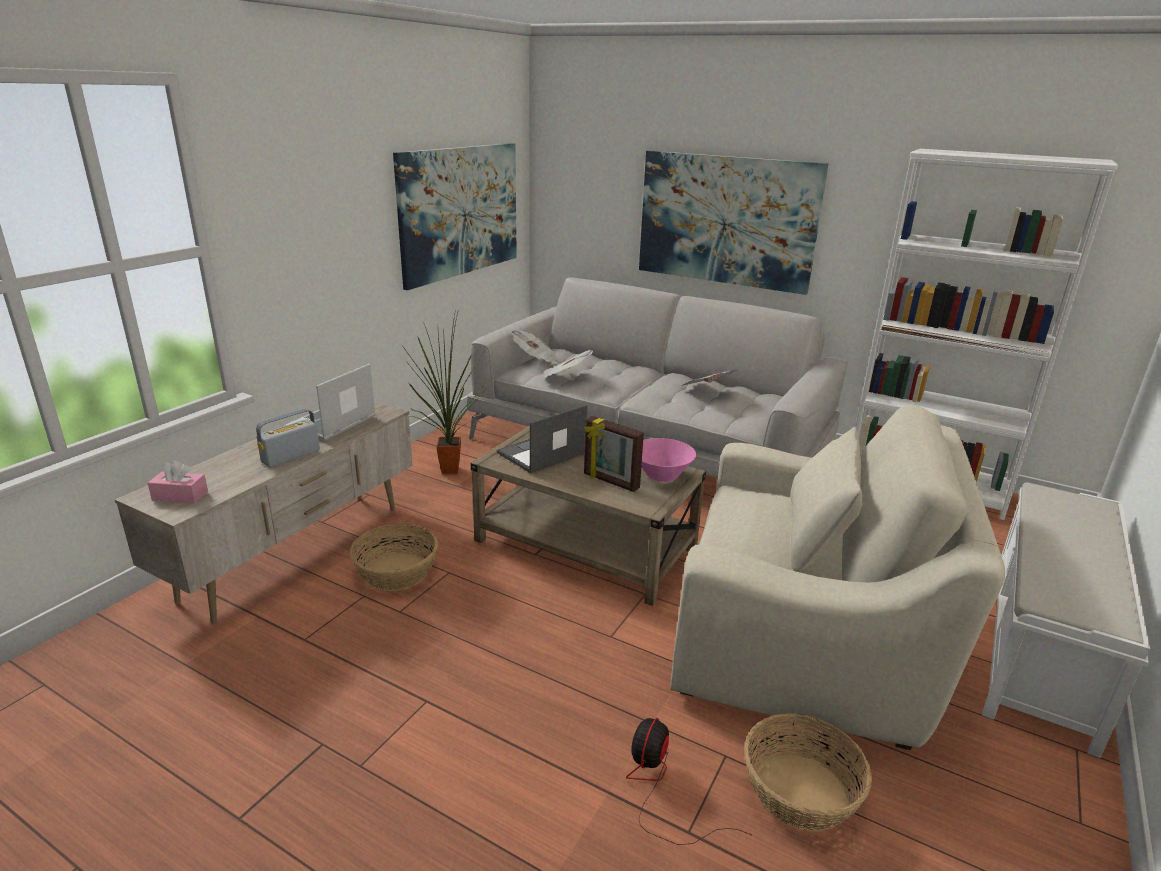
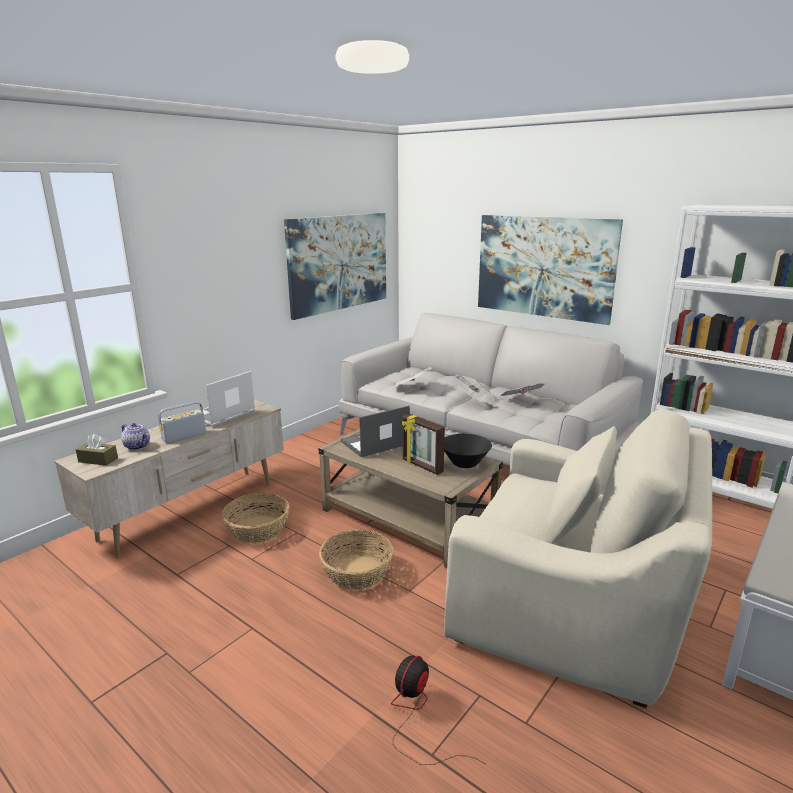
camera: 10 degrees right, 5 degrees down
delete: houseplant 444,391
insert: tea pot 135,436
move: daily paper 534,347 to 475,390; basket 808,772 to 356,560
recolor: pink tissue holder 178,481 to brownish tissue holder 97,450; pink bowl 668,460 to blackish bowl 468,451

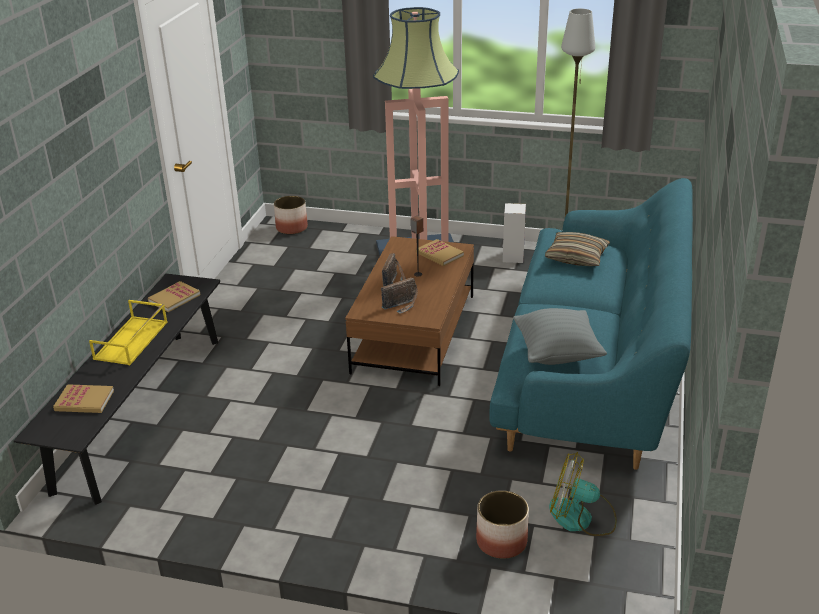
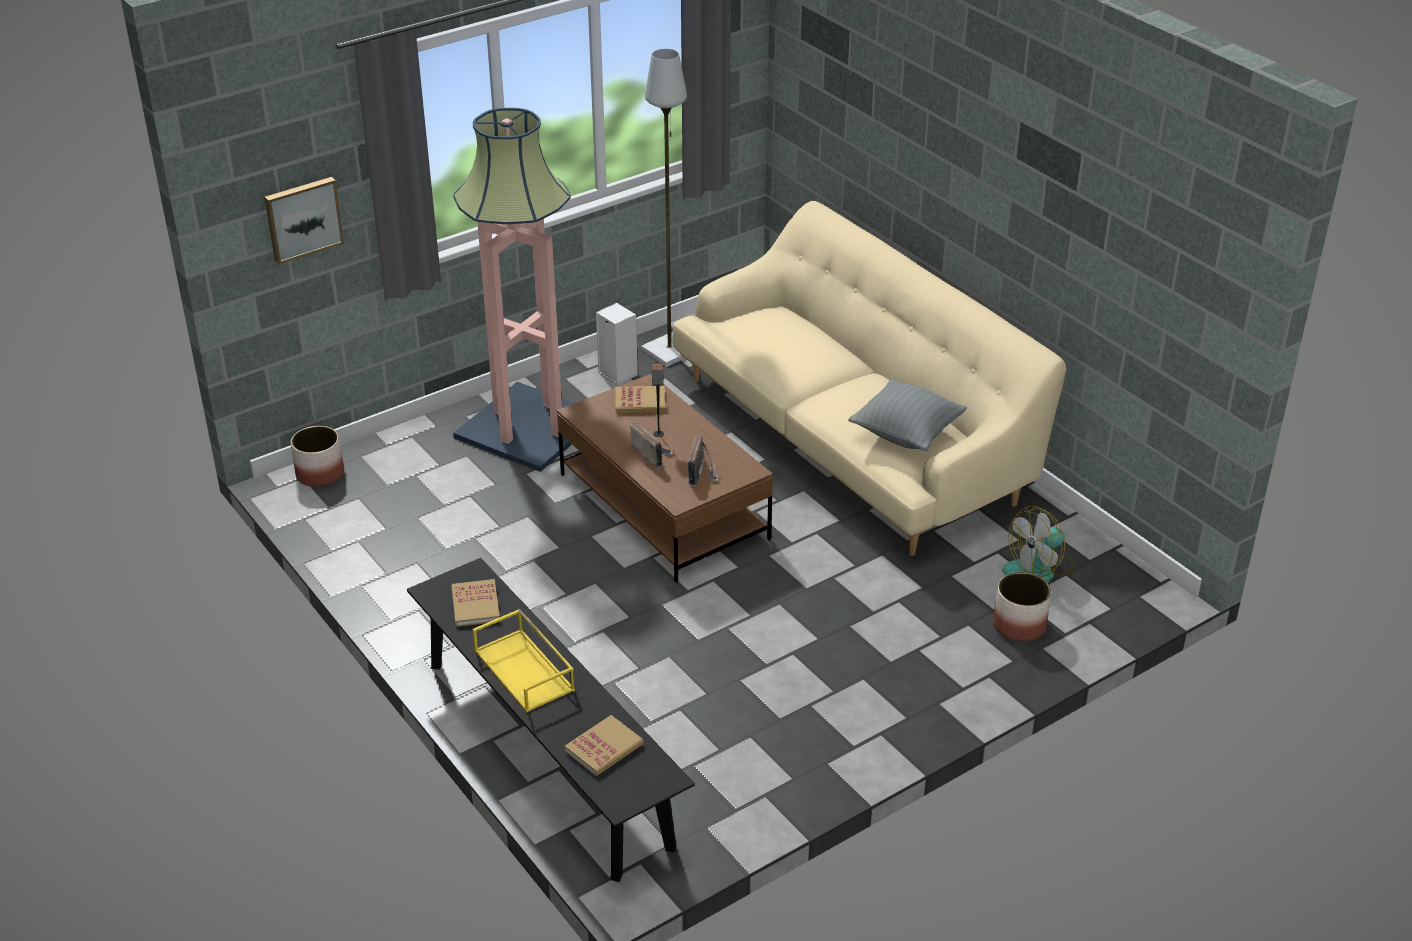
camera: 50 degrees left, 5 degrees up
delete: pillow 577,249
insert: wall art 304,220
recolor: blue-green settee 591,324 to beige-coloured settee 869,378

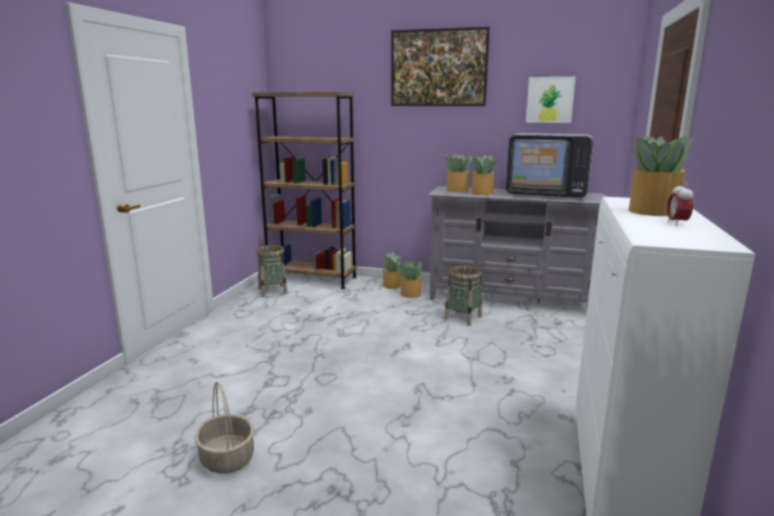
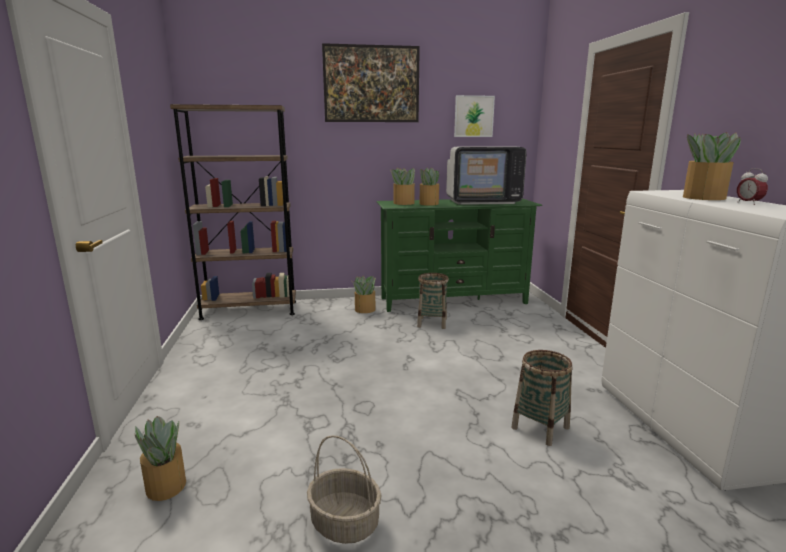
camera: 25 degrees left, 0 degrees up
move: basket 271,271 to 542,398; houseplant 392,270 to 160,458
recolor: greyish tv stand 516,245 to greenish tv stand 459,255

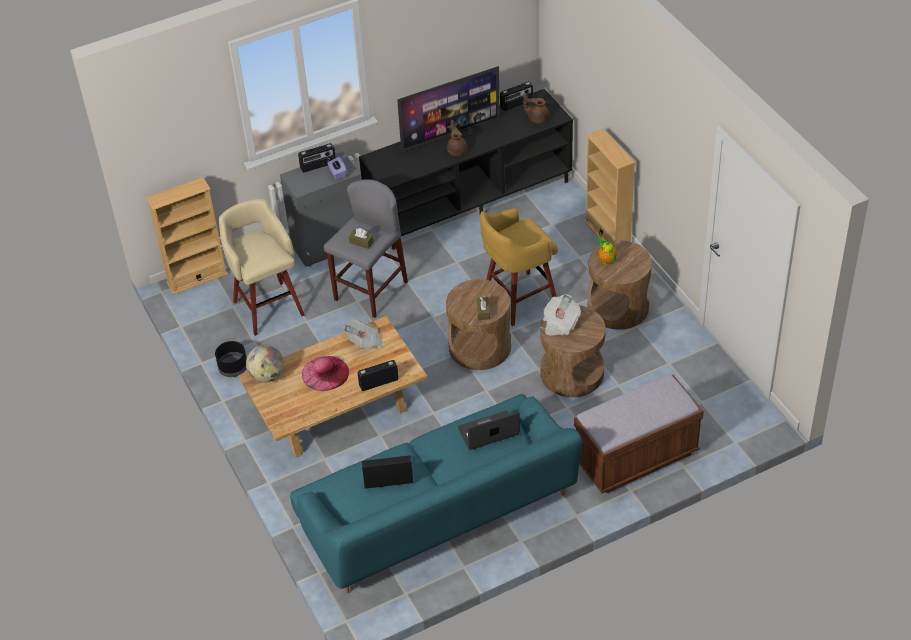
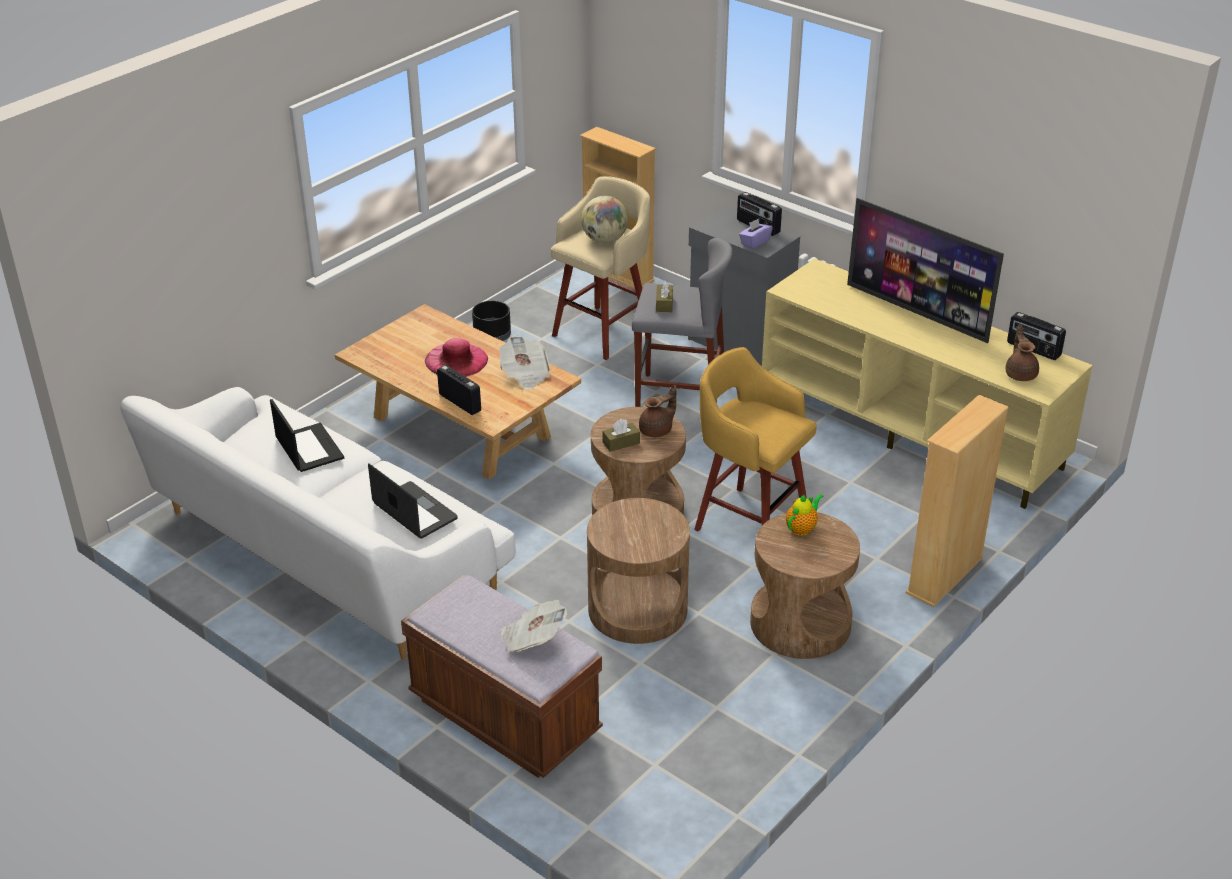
camera: 65 degrees right, 10 degrees down
move: world globe 265,364 to 604,219; brownish tea pot 457,138 to 657,411; daily paper 562,314 to 534,626
recolor: blue-green settee 436,494 to whitish settee 318,523; blackish tv stand 466,169 to beige-coloured tv stand 927,383

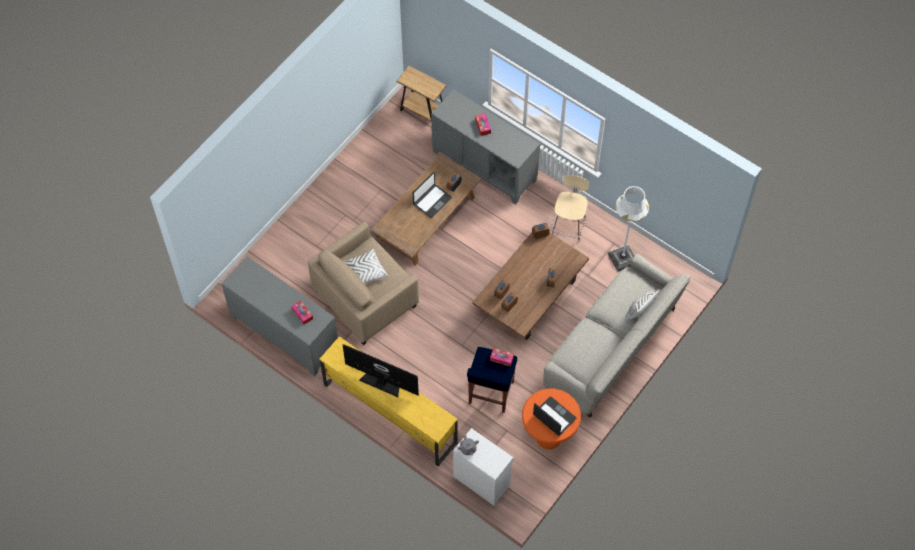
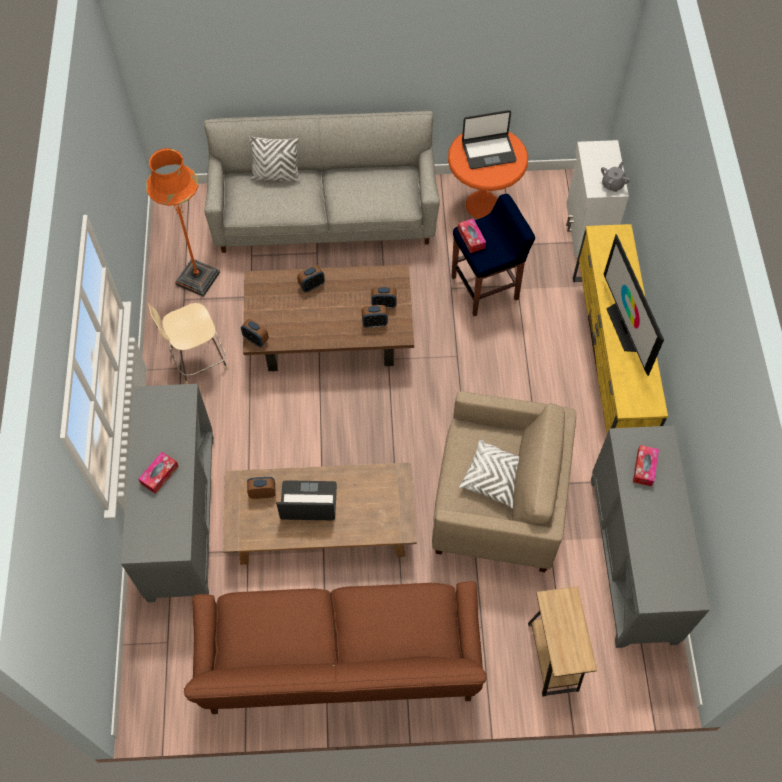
camera: 130 degrees left, 0 degrees up
insert: brownish settee 335,647
move: brownish end table 421,93 to 562,641
recolor: whitish standard lamp 628,228 to orange-coloured standard lamp 183,222
rotate: portable computer 554,416 = 489,139 105 degrees counterclockwise

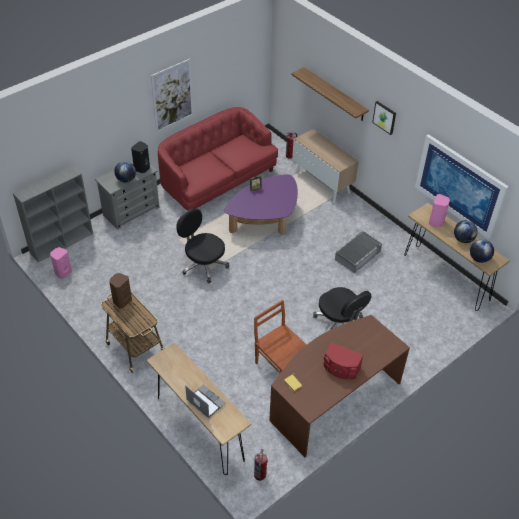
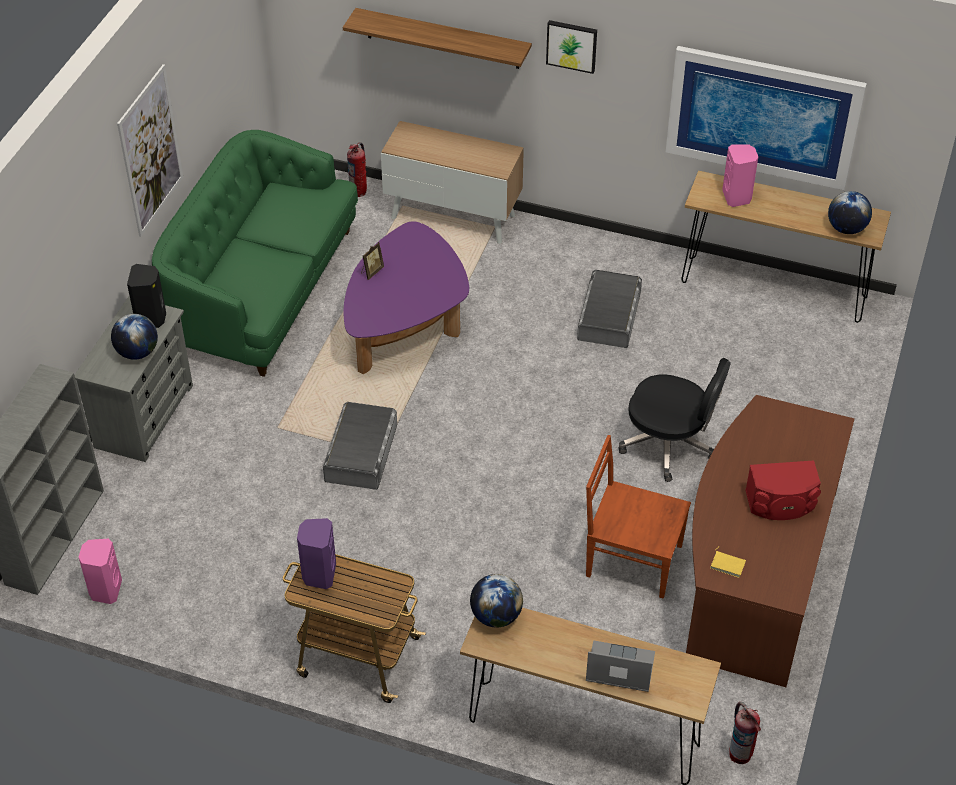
camera: 30 degrees left, 0 degrees up
move: world globe 466,231 to 496,600
replace: blackish computer chair 202,245 to greyish storage container 360,446
recolor: brownish loudspeaker 120,290 to purplish loudspeaker 316,553; red-coloured settee 218,159 to greenish settee 255,253

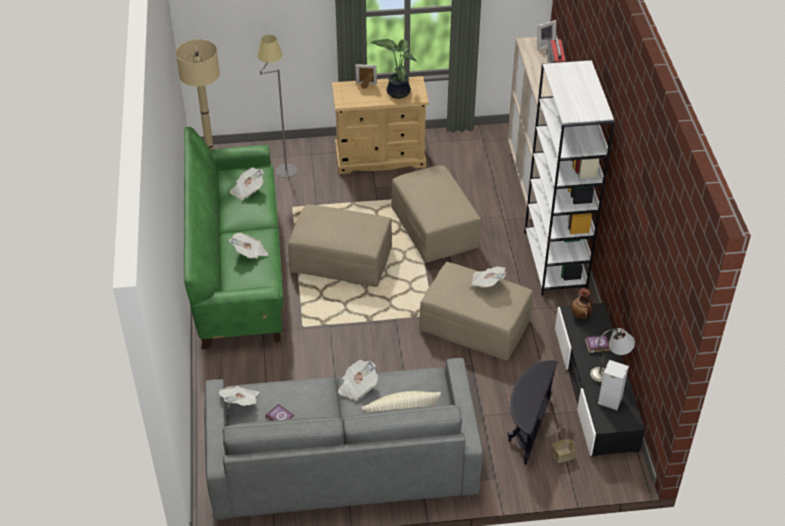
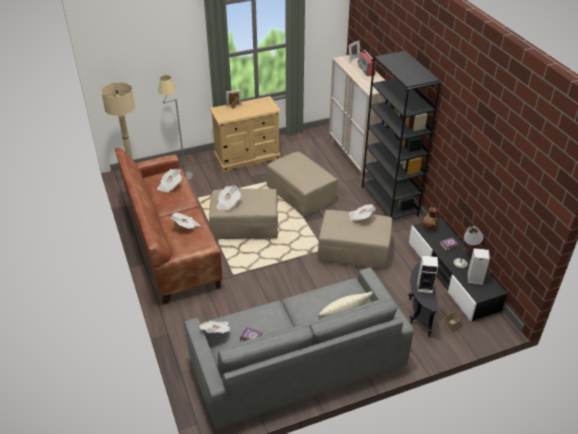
camera: 15 degrees left, 5 degrees down
delete: houseplant 394,69
insert: loudspeaker 427,274
move: daily paper 358,380 to 228,197
recolor: greenish settee 234,238 to brownish settee 168,225; whitish shelving unit 569,178 to blackish shelving unit 401,135

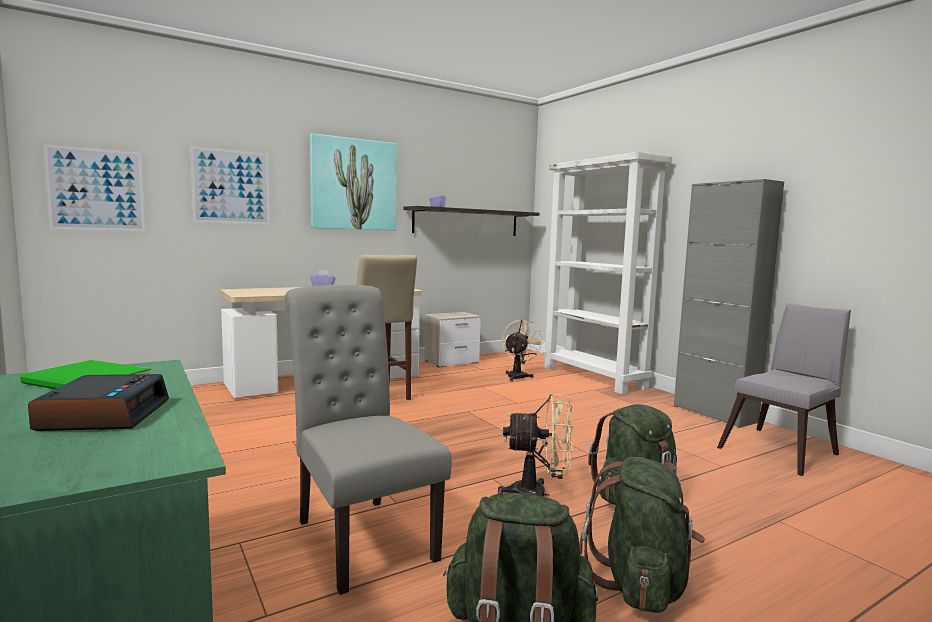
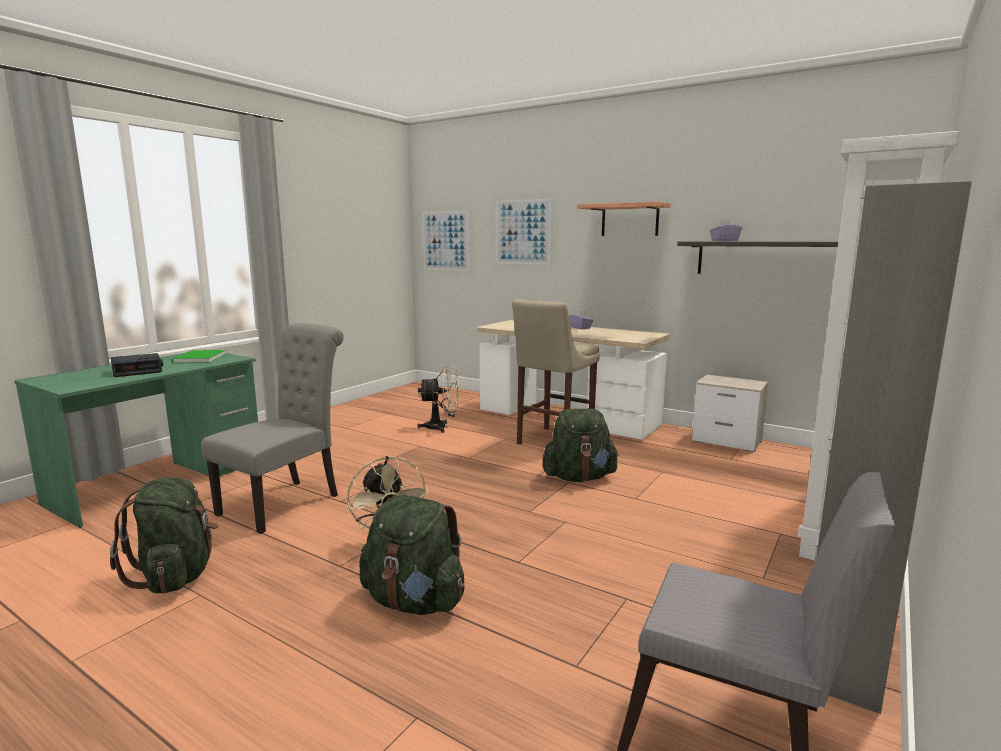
camera: 65 degrees right, 5 degrees up
move: beige-coloured fan 523,350 to 437,400; greenish knapsack 642,535 to 581,445
replace: wall art 353,181 to bracket shelf 624,219

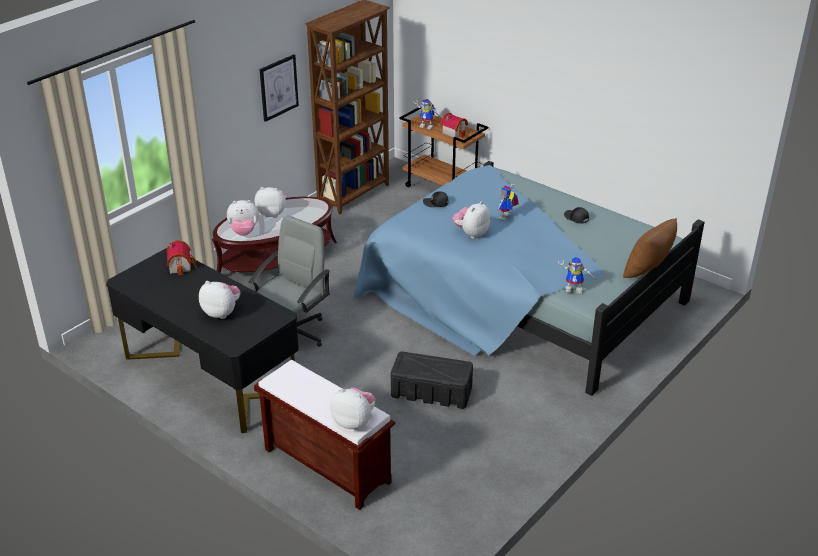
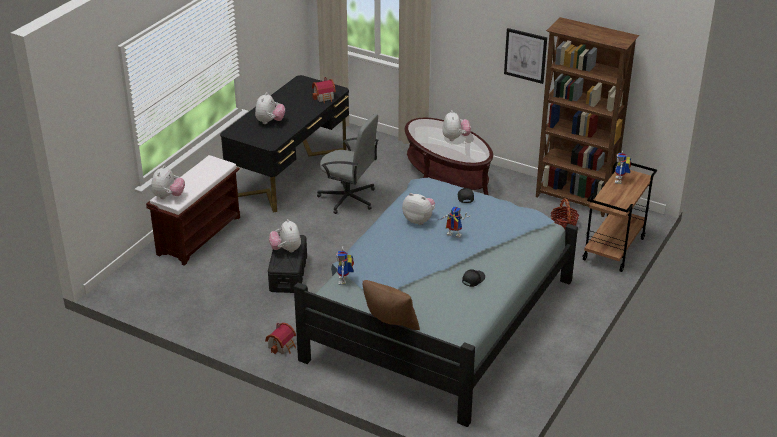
camera: 80 degrees right, 0 degrees up
insert: basket 565,213
move: soft toy 243,218 to 285,236; model house 454,125 to 280,338

